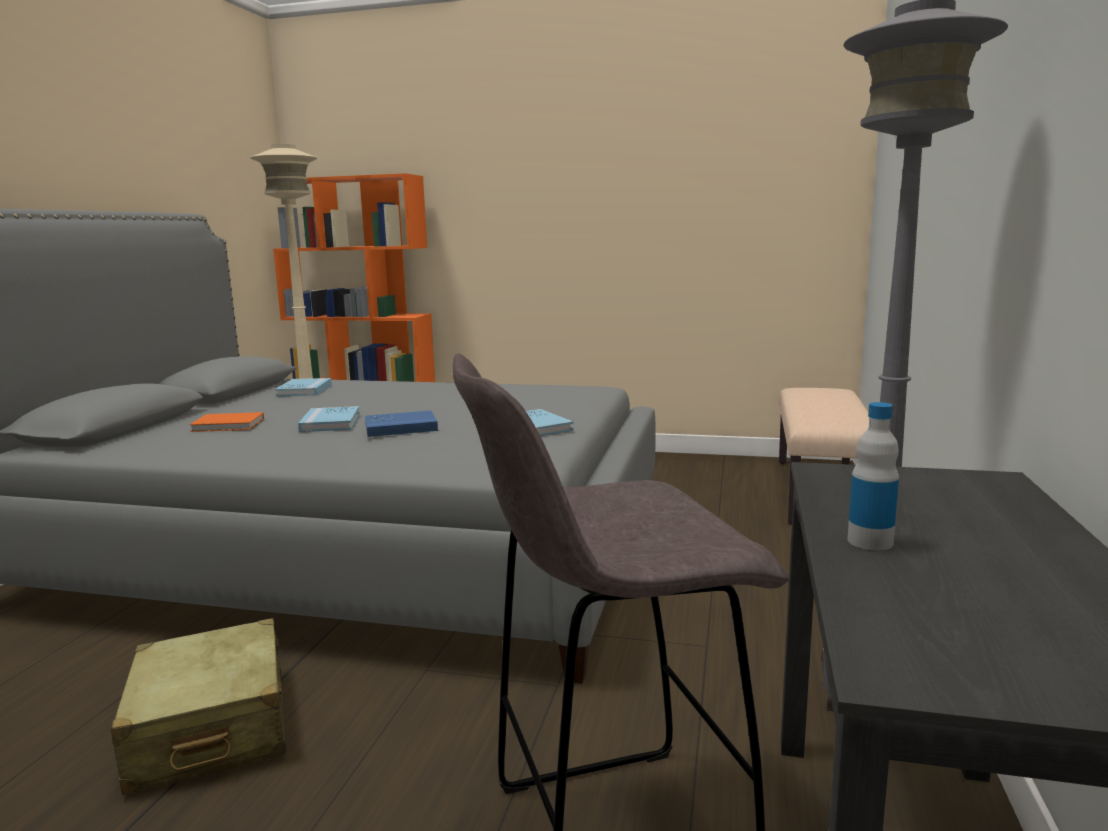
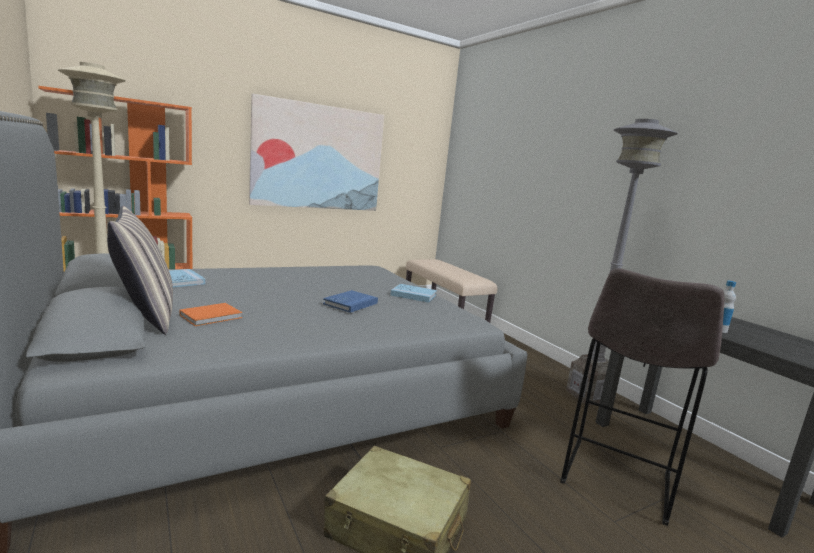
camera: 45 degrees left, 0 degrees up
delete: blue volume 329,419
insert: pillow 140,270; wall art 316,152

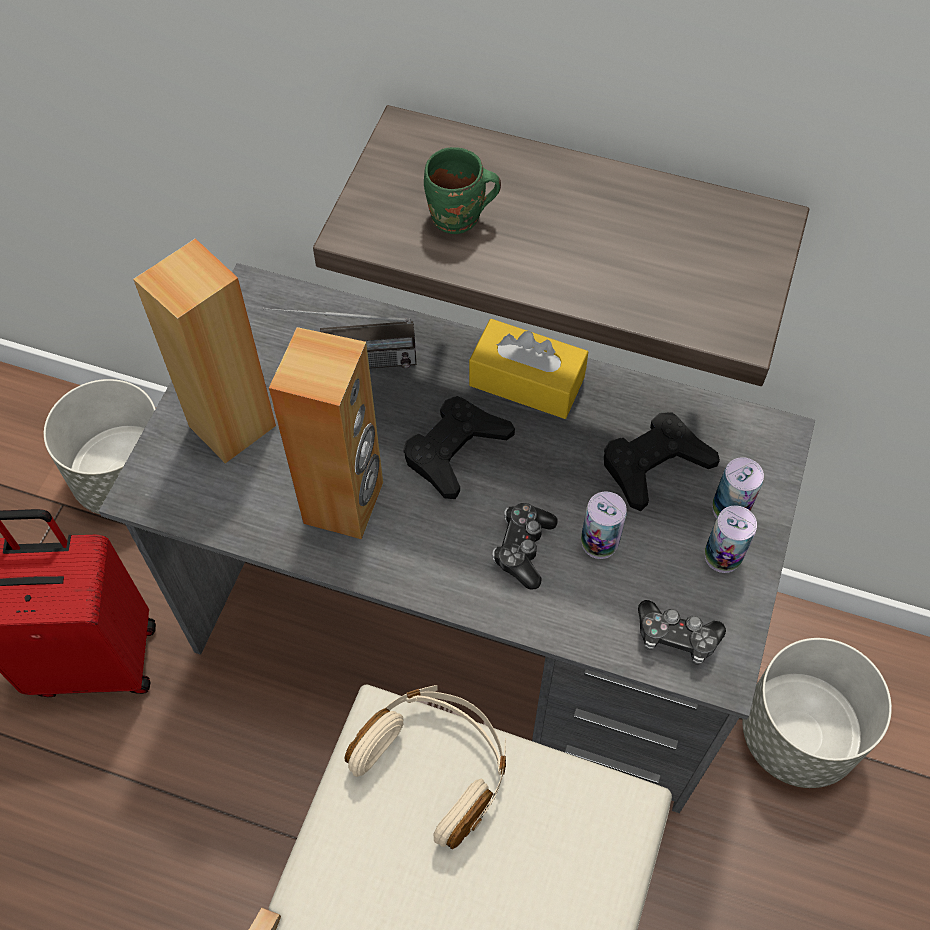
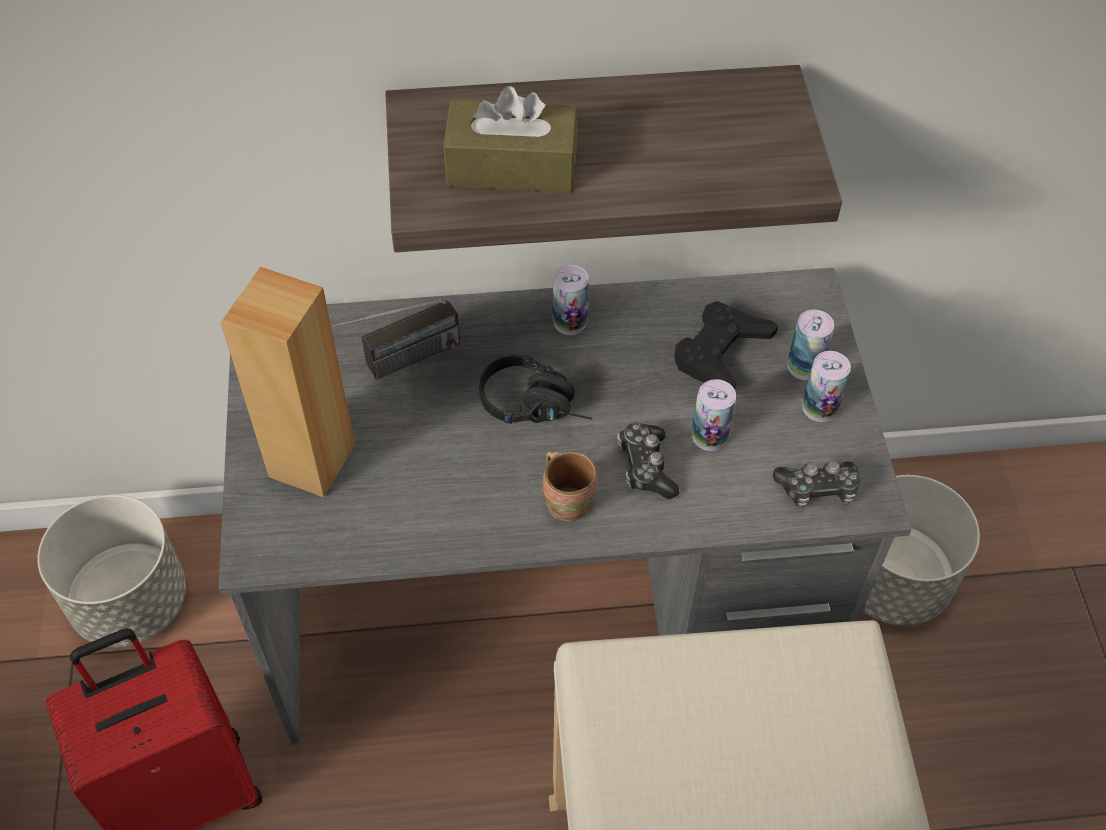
camera: 25 degrees left, 5 degrees down
delete: brownish loudspeaker 326,433; beige-coloured pair of headphones 425,767
insert: brownish mug 570,485
replace: blackish joypad 459,447 to blackish pair of headphones 535,389; greenish mug 462,190 to brownish tissue holder 510,139; yellow tissue holder 528,369 to metal can 570,300

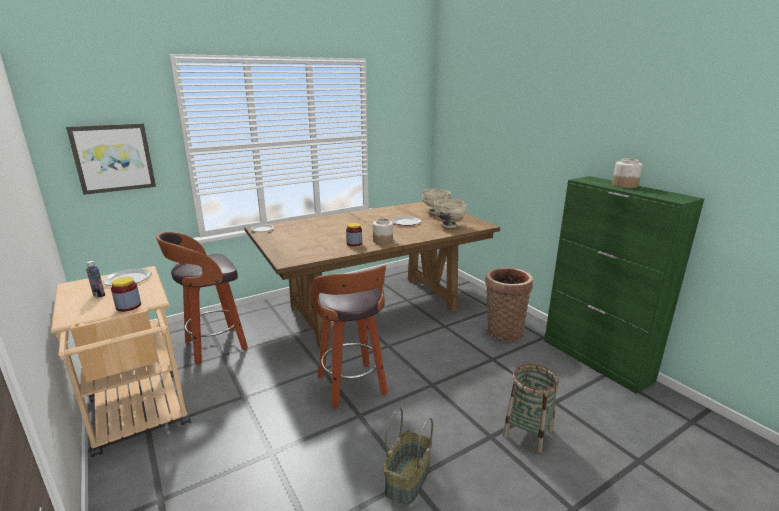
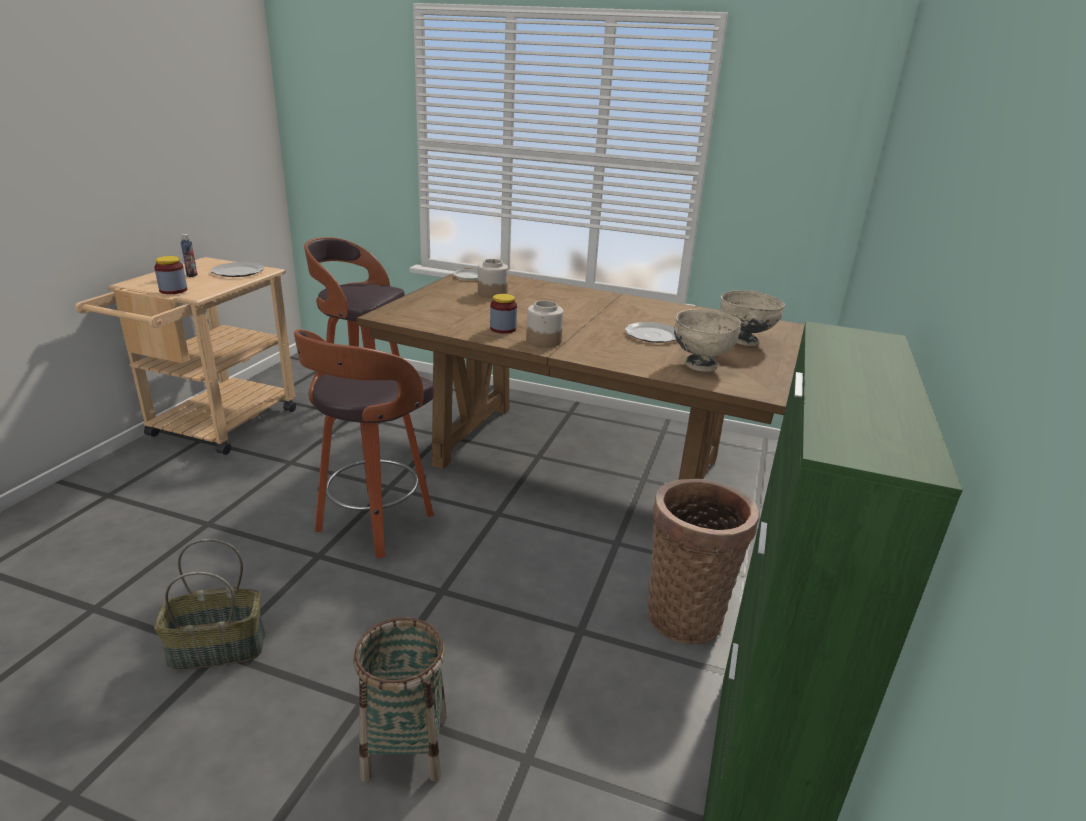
camera: 50 degrees right, 5 degrees up
delete: wall art 111,159
move: preserve jar 627,173 to 493,278

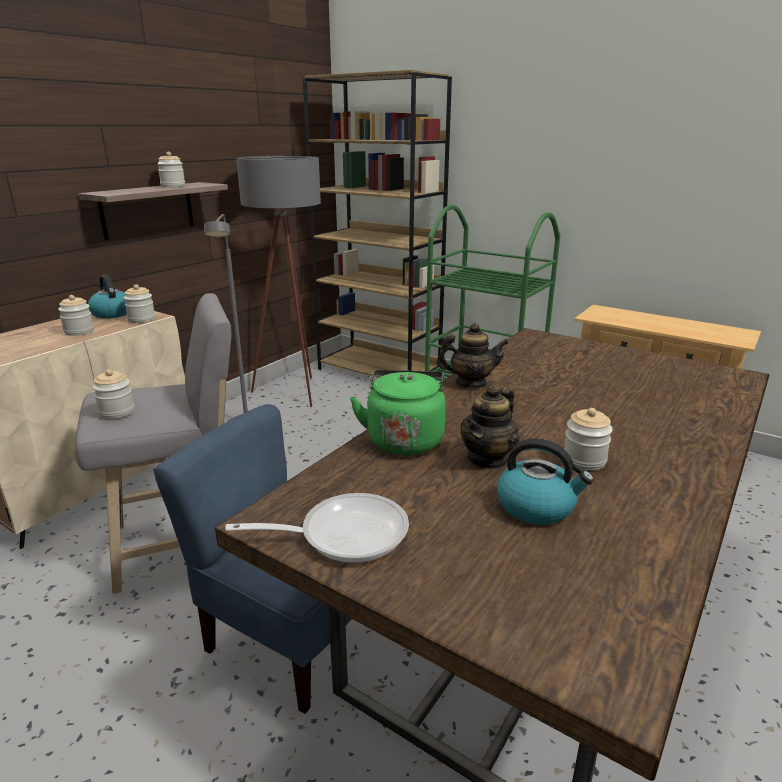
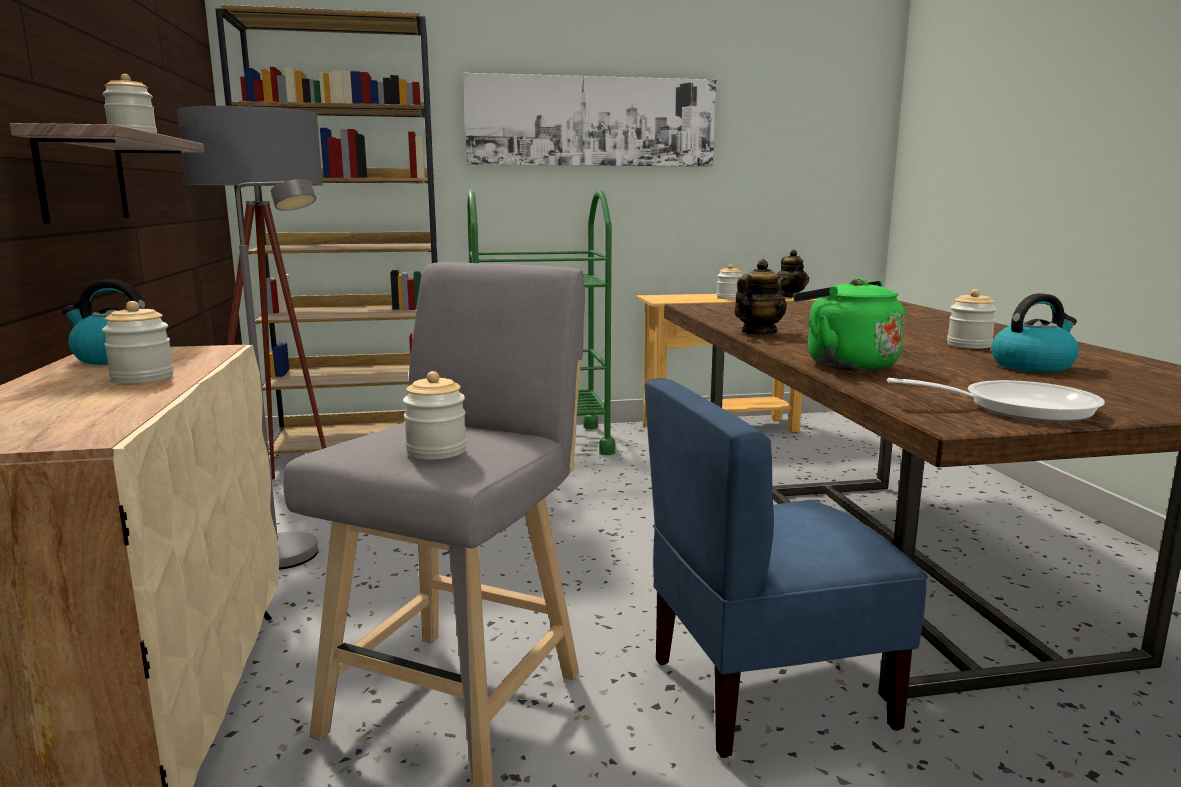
camera: 45 degrees left, 10 degrees down
insert: wall art 589,120
move: preserve jar 139,303 to 729,281; tea pot 489,427 to 793,274
rotate: frying pan 317,528 = 996,400 60 degrees clockwise

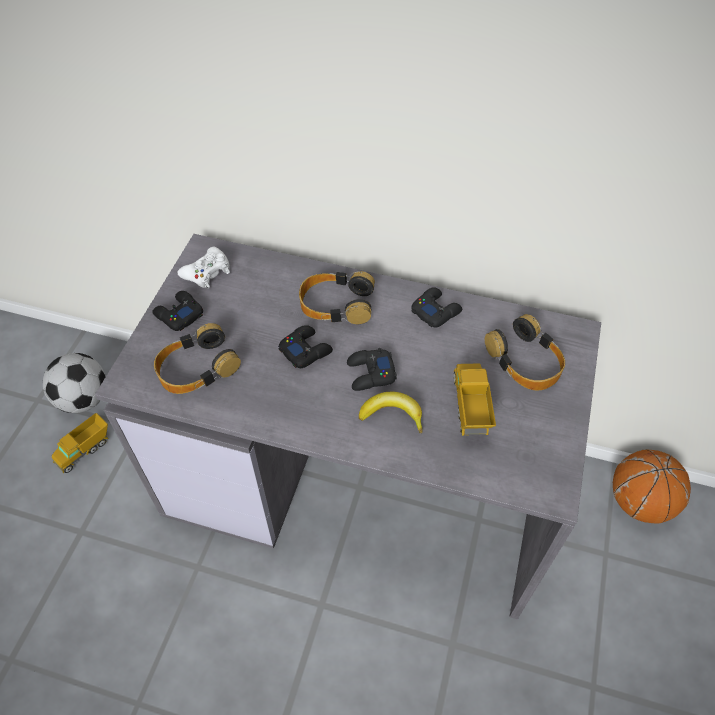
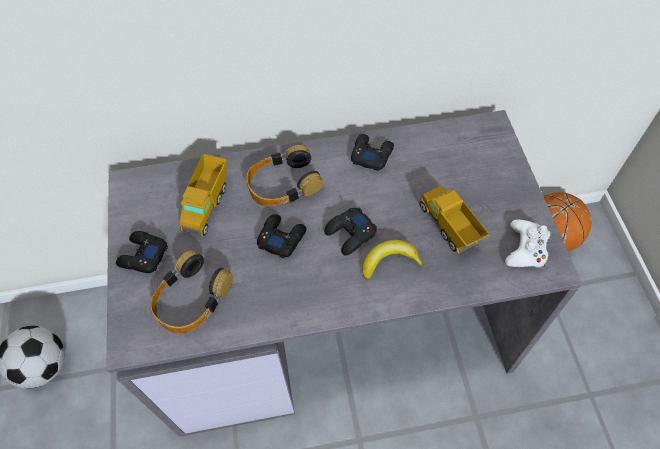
camera: 25 degrees left, 5 degrees up
delete: pair of headphones 525,352
move: toy truck 80,443 to 203,195; whitish joypad 203,267 to 527,243

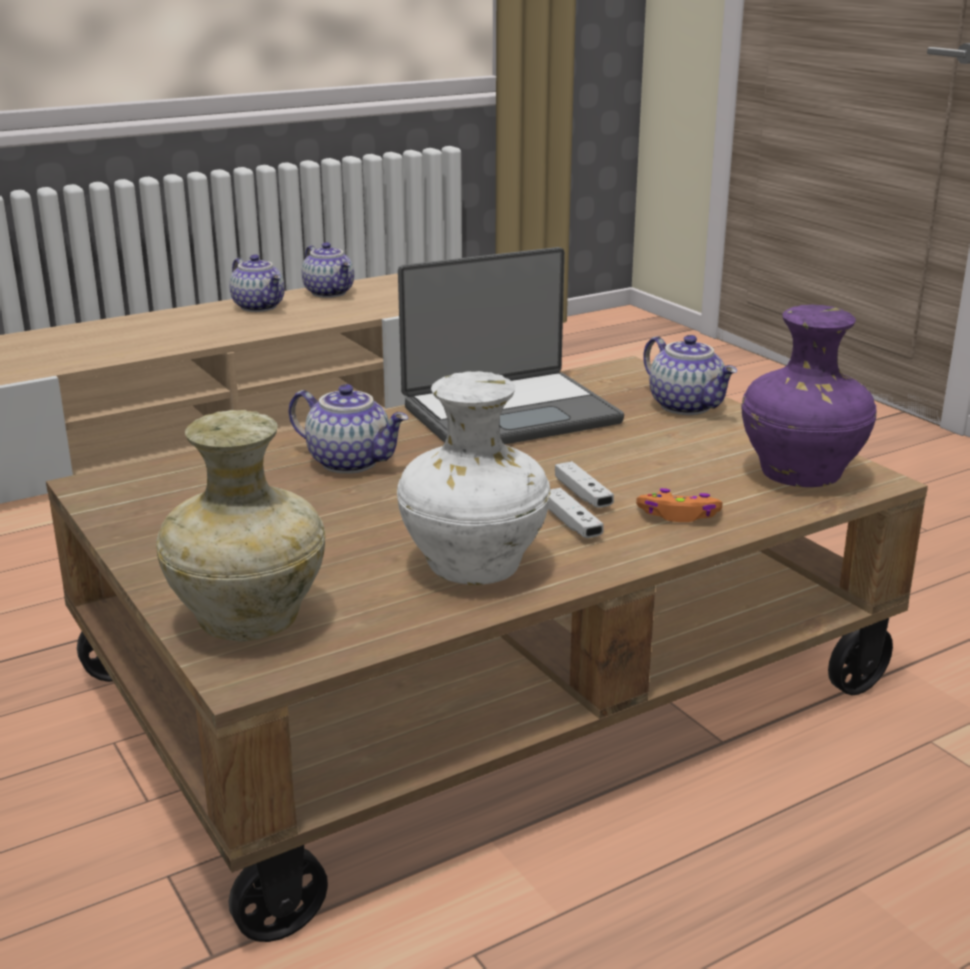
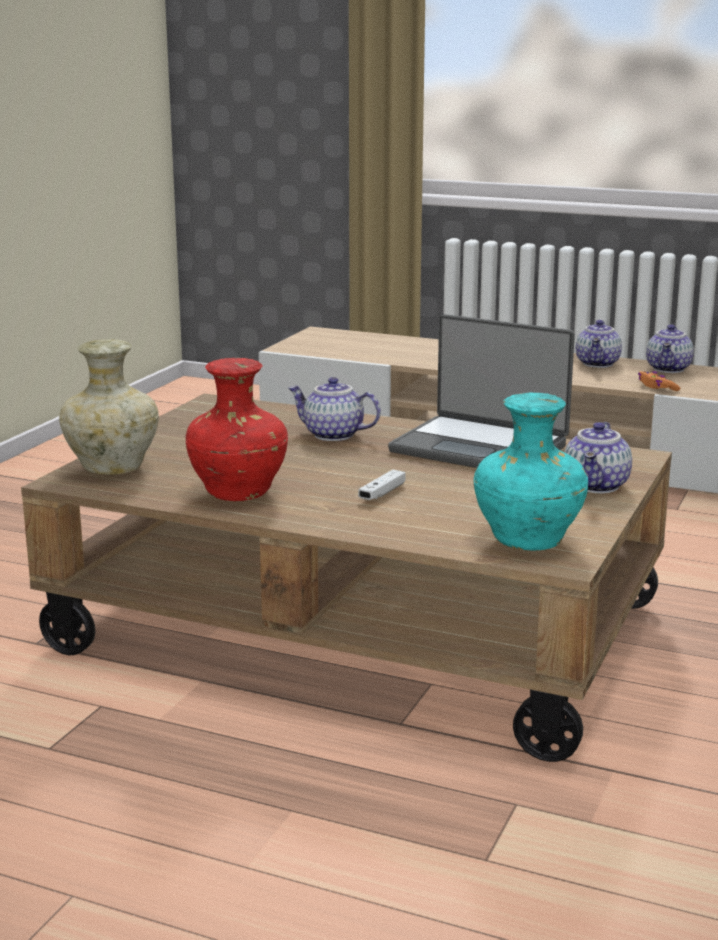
camera: 55 degrees right, 5 degrees down
delete: whitish joypad 576,513
move: orange-coloured joypad 679,505 to 659,381
recolor: whitish vase 473,478 to red-coloured vase 237,429; purplish vase 809,396 to blue-green vase 531,471
rotate: tea pot 348,429 = 334,409 120 degrees clockwise

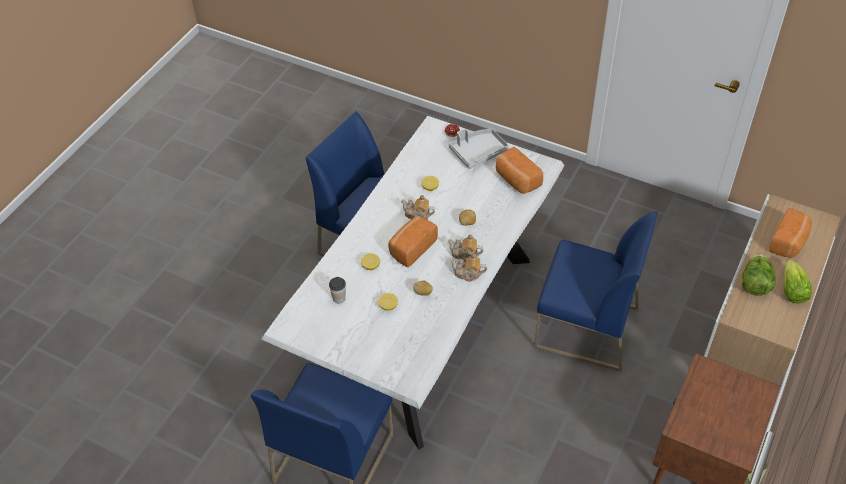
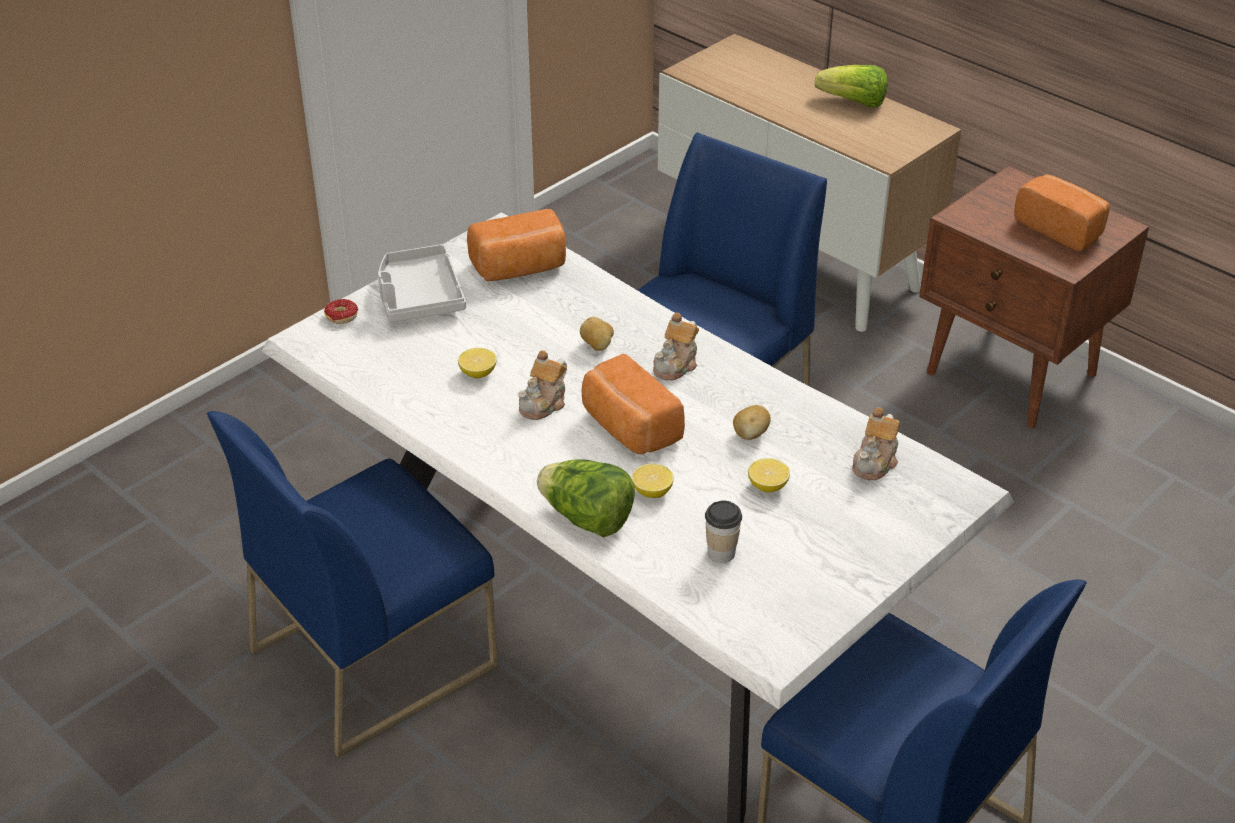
camera: 75 degrees left, 10 degrees down
move: tea pot 468,267 to 876,444; head of lettuce 759,275 to 586,498; bakery bread 790,233 to 1062,212

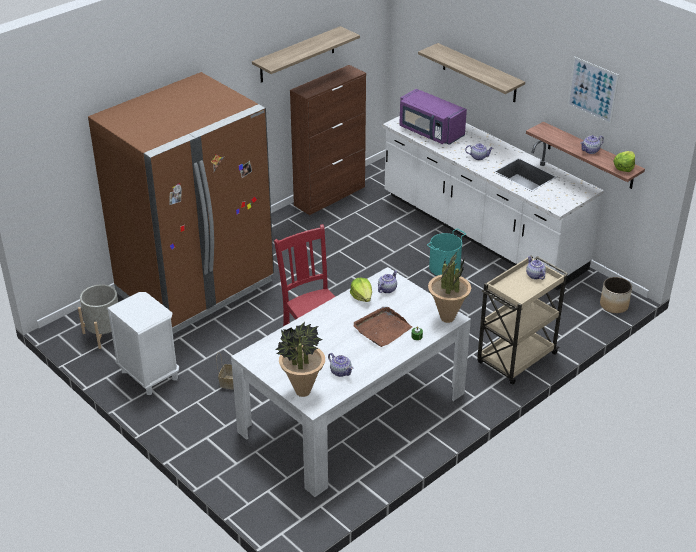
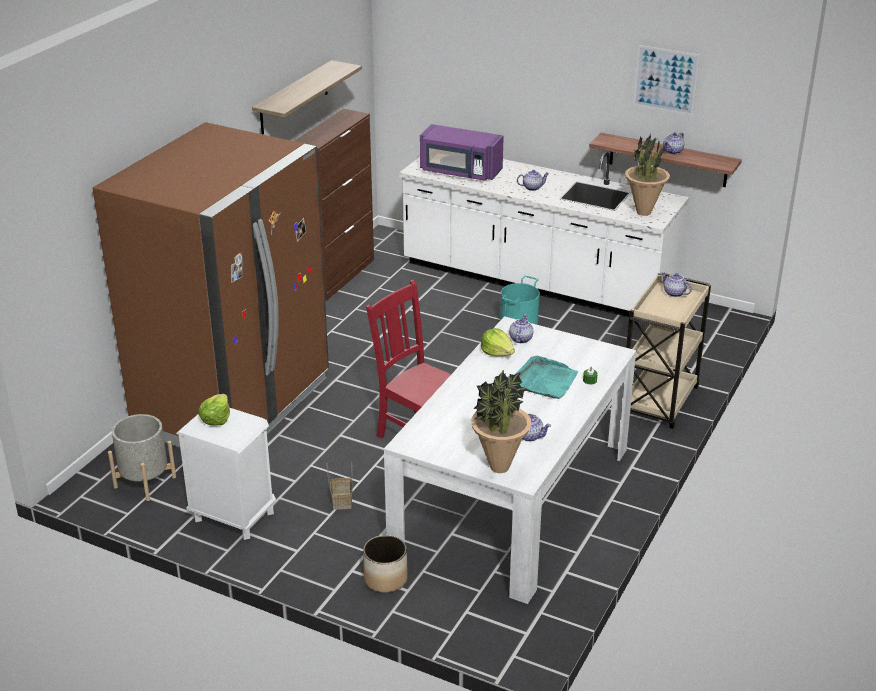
camera: 20 degrees left, 5 degrees down
delete: bracket shelf 471,72
move: houseplant 449,287 to 647,175; plant pot 616,295 to 385,564; head of lettuce 624,161 to 214,410
recolor: brownish carrying tray 383,327 to blue-green carrying tray 546,377

